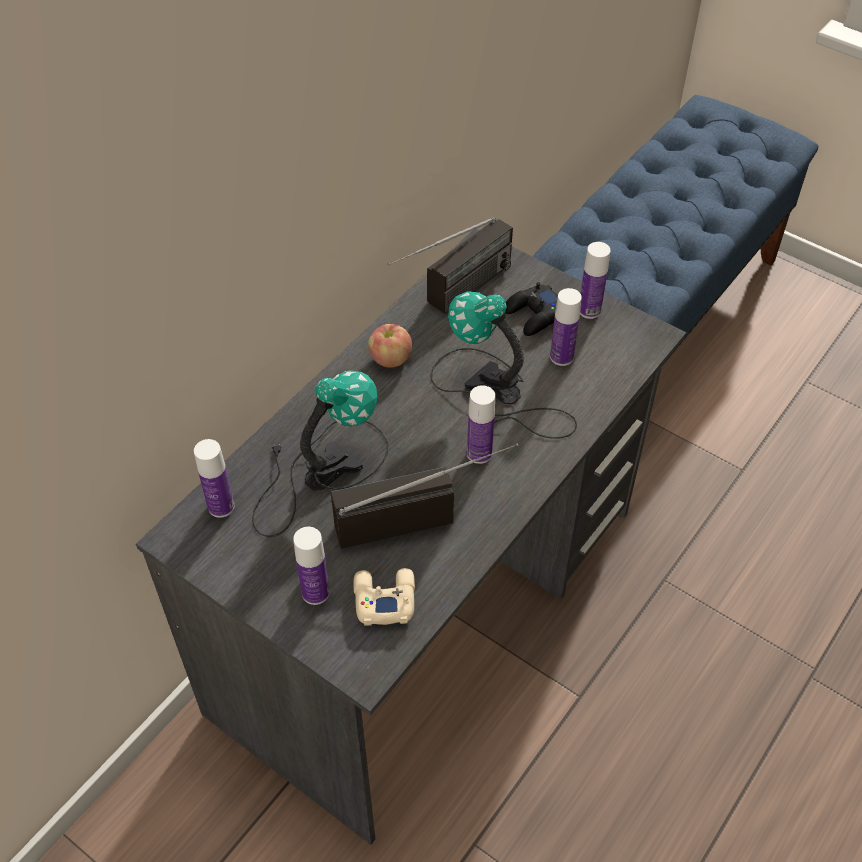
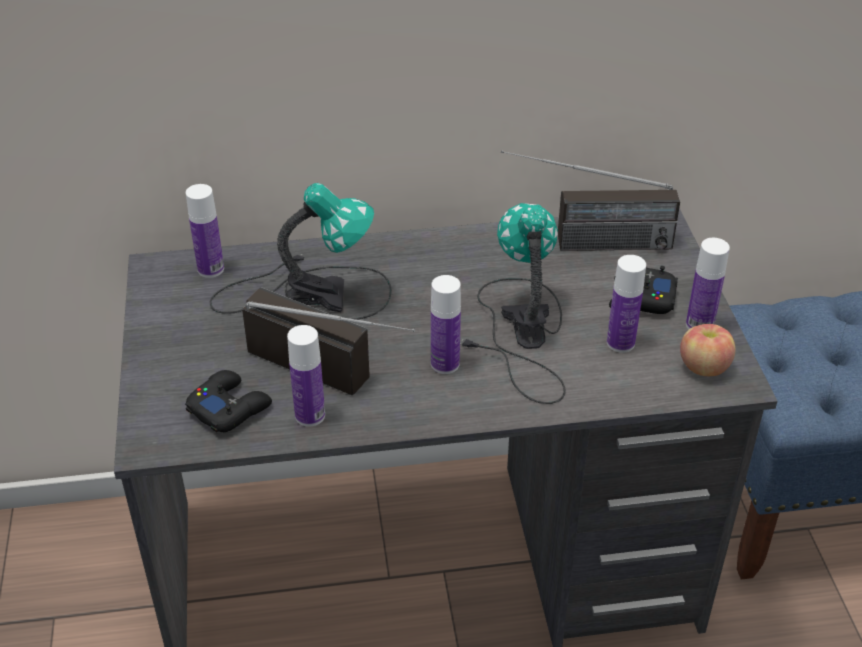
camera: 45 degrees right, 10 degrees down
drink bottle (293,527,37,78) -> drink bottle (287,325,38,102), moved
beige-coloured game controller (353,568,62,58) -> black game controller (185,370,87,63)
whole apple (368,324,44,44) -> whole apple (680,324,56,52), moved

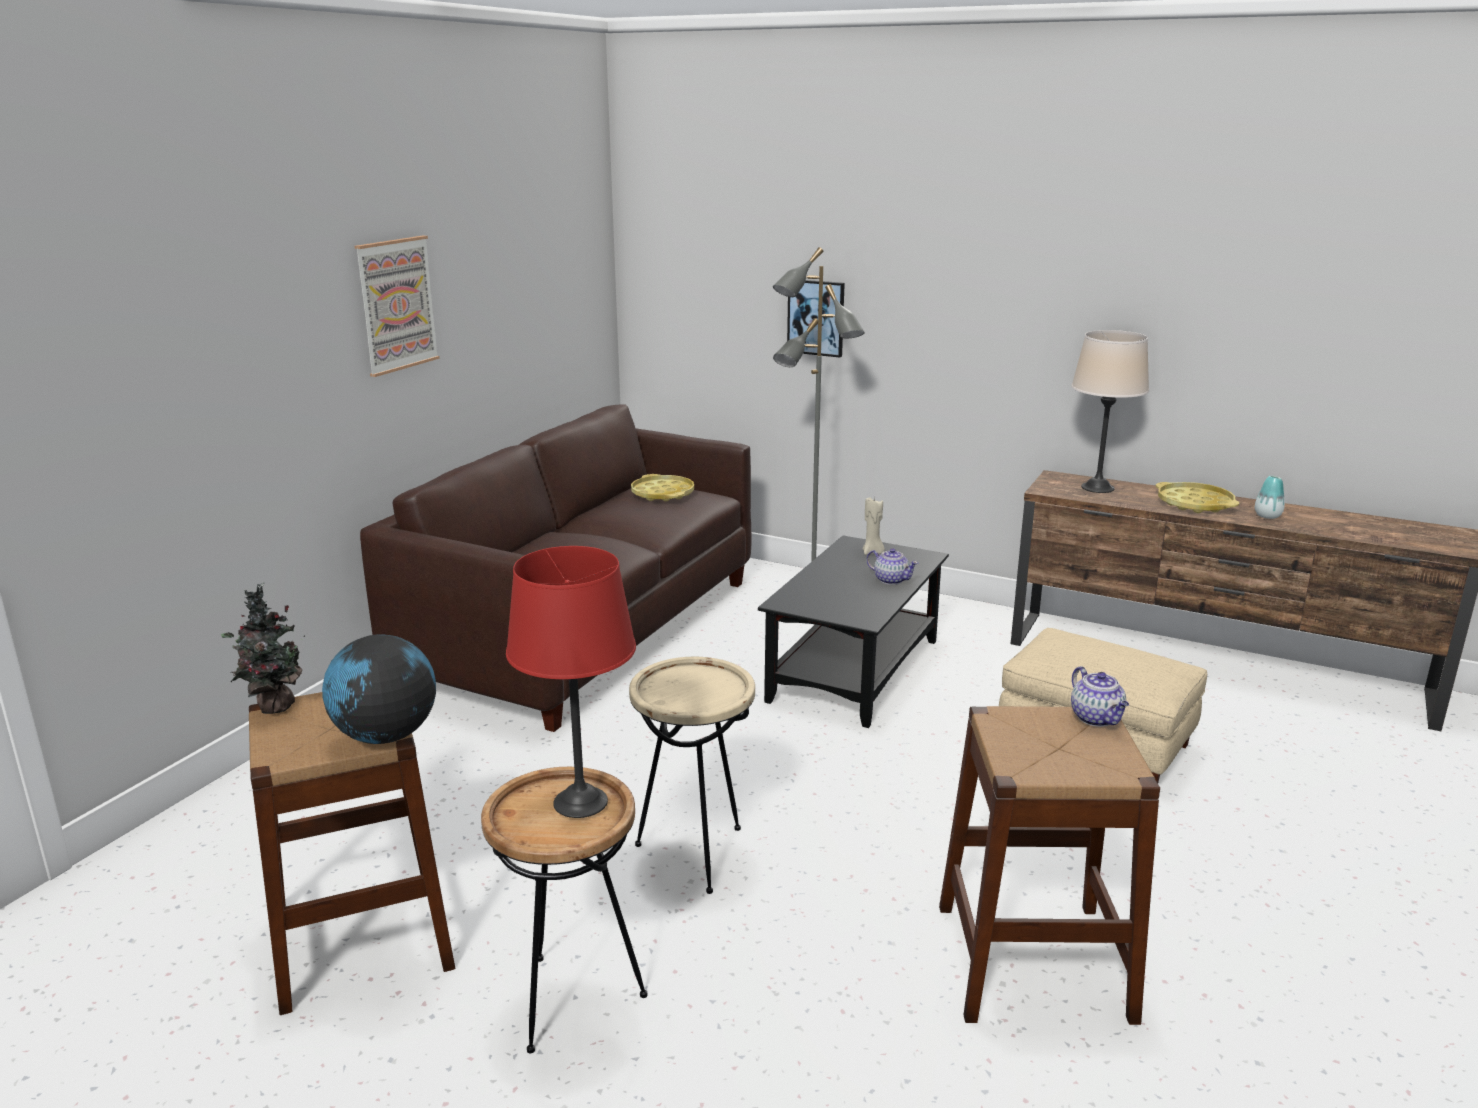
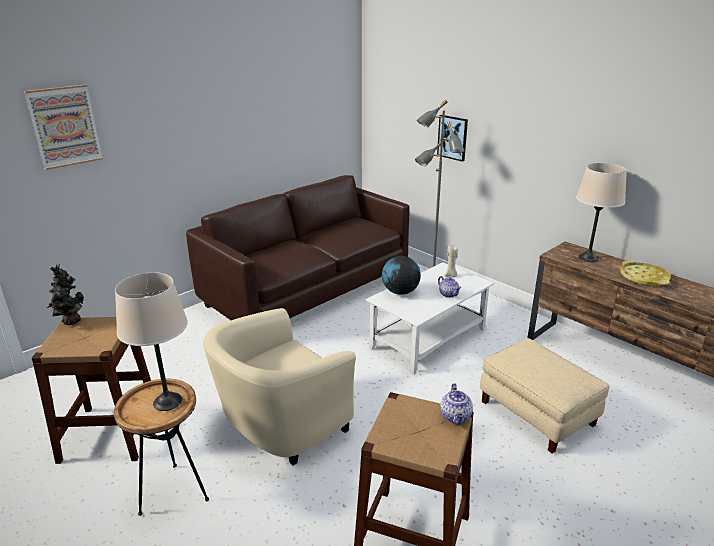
camera: 20 degrees right, 5 degrees up
world globe (322,634,114,110) -> world globe (382,256,39,39), moved
wall picture (355,235,85,142) -> wall picture (24,84,79,86), moved
reddish tabletop lamp (506,546,130,272) -> beige-coloured tabletop lamp (115,273,73,138)
beige-coloured side table (629,657,126,237) -> beige-coloured lounge chair (203,308,153,158)
yellowish serving tray (631,474,63,27) -> none
black lounge table (758,535,191,193) -> white-coloured lounge table (366,262,128,112)
flower vase (1255,476,30,43) -> none

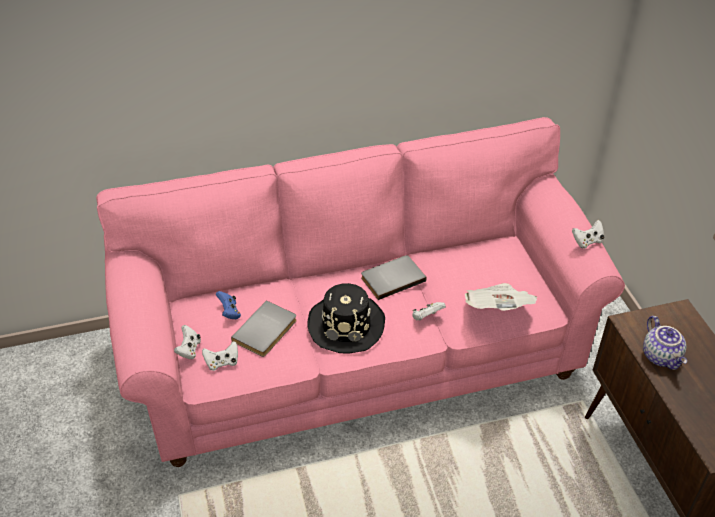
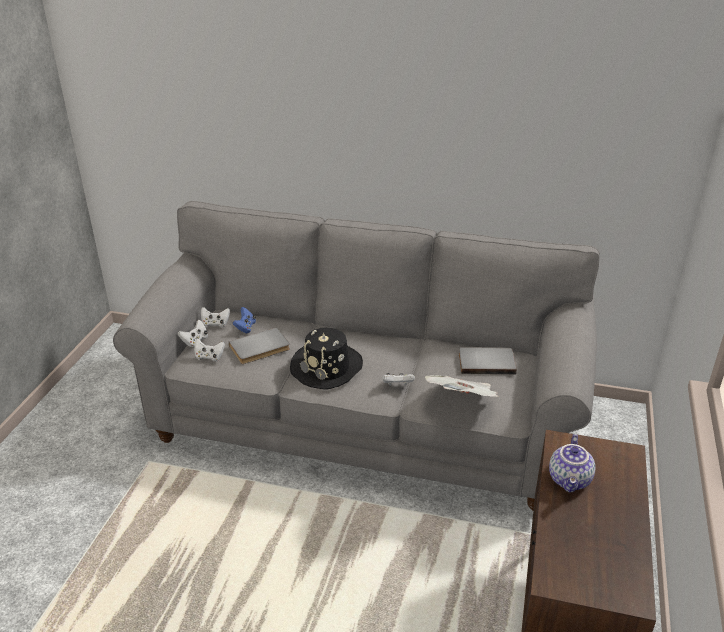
camera: 30 degrees right, 10 degrees down
pink settee (96,117,529,350) -> gray settee (113,201,487,309)
gray bound book (361,255,65,45) -> gray bound book (459,347,58,27), moved
white-coloured game controller (572,220,32,29) -> white-coloured game controller (201,307,29,20), moved

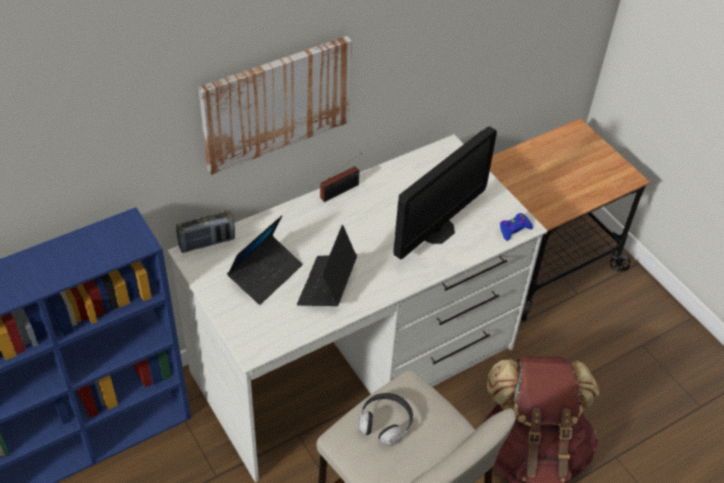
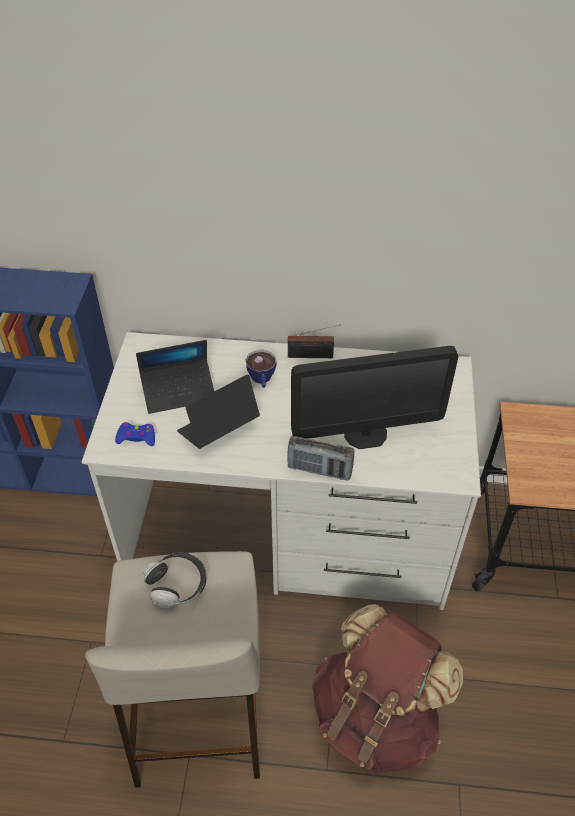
camera: 40 degrees right, 0 degrees up
radio (176,211,59,42) -> radio (287,436,68,44), moved
wall picture (198,36,154,139) -> none
blue game controller (500,213,33,28) -> blue game controller (115,422,40,24), moved
none -> small cup (245,350,32,38)

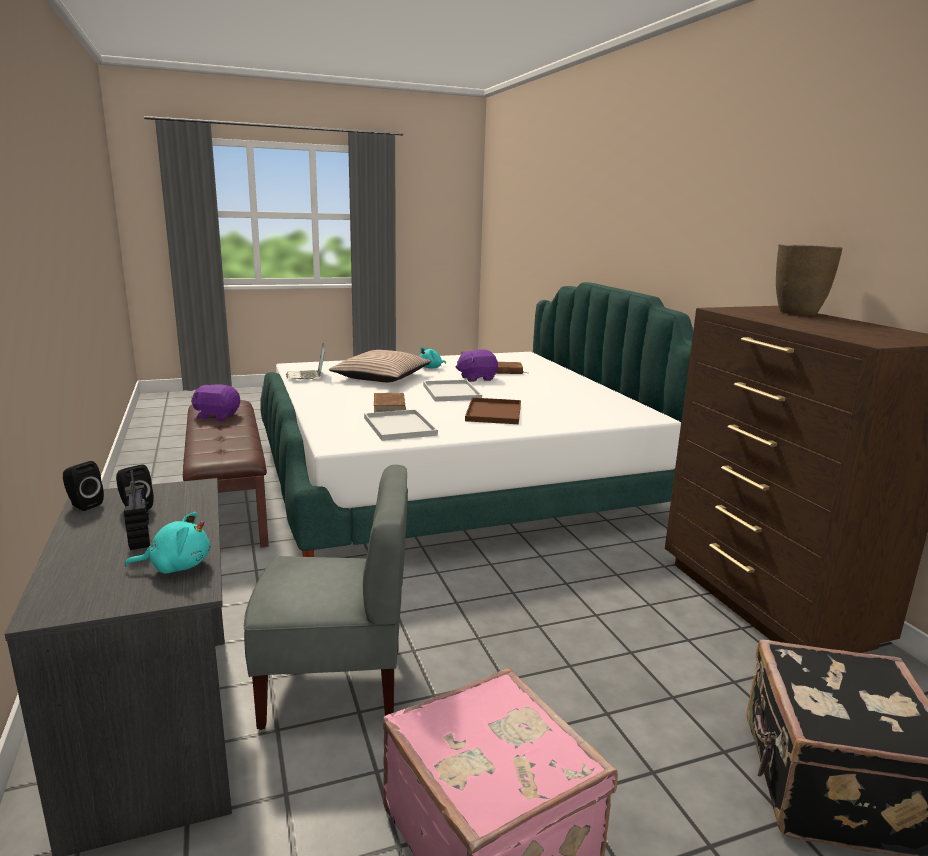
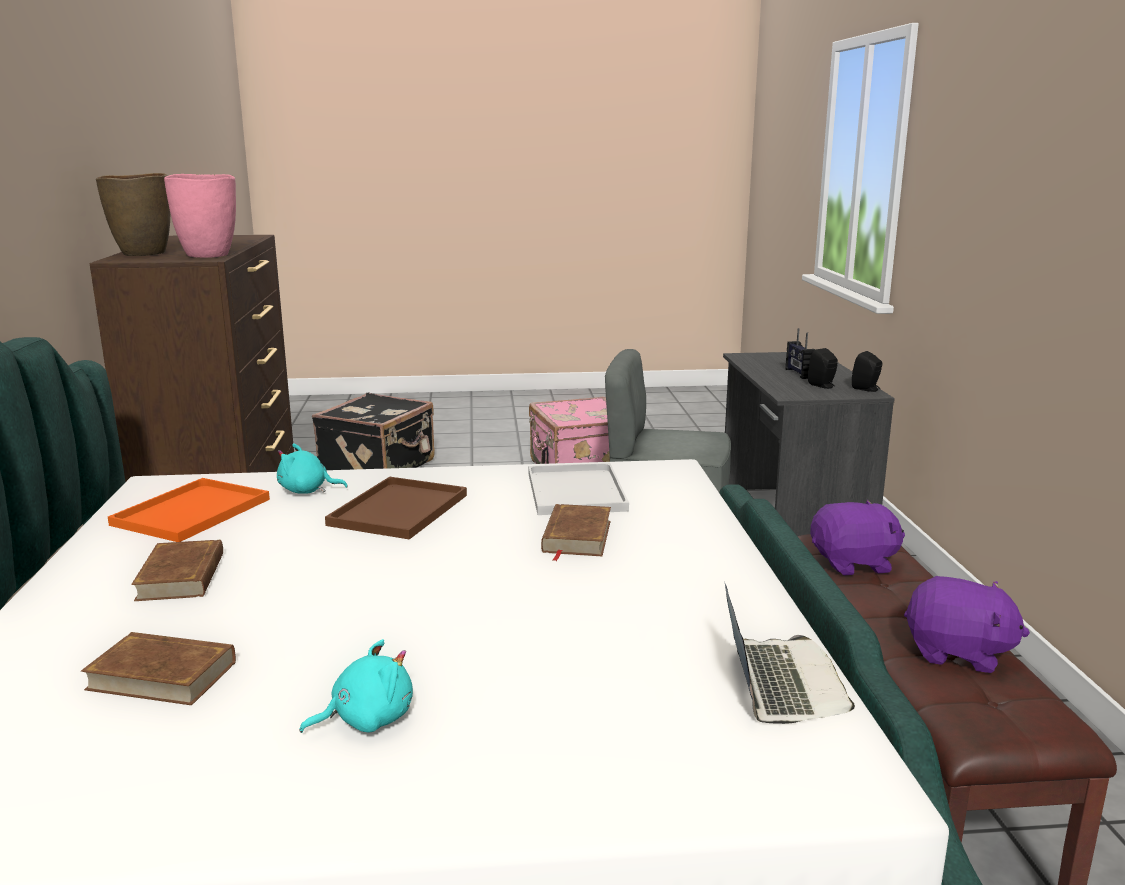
camera: 165 degrees left, 0 degrees up
turquoise-coloured soft toy (124,512,86,62) -> turquoise-coloured soft toy (277,443,71,51), moved
cushion (329,350,102,32) -> none
white-coloured serving tray (423,380,59,22) -> none
purplish soft toy (456,349,42,33) -> purplish soft toy (810,500,95,75), moved
none -> orangey serving tray (108,478,162,64)
none -> brown bound book (131,539,92,62)
none -> pink flower vase (164,174,72,84)

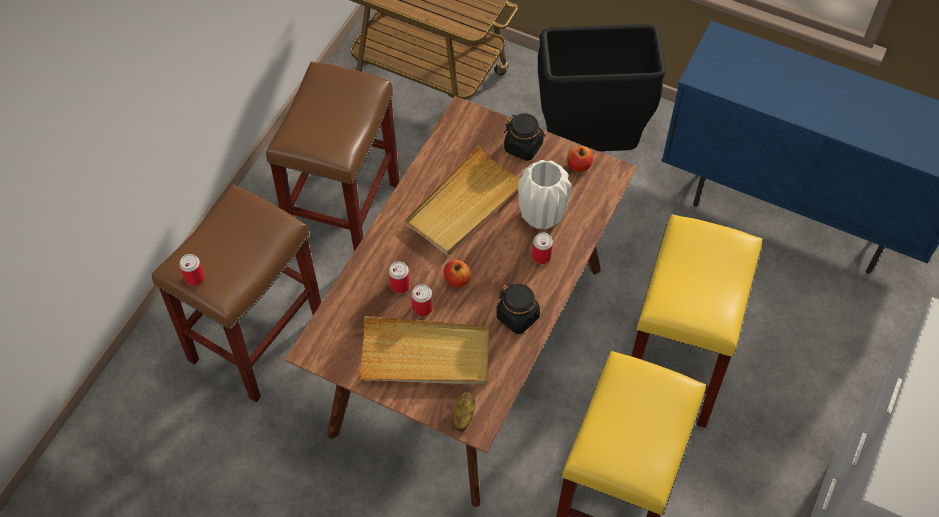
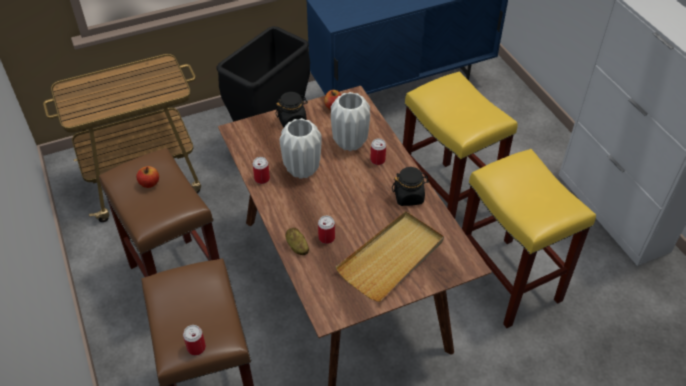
camera: 50 degrees left, 10 degrees down
beige-coloured serving tray (405,145,115,110) -> white-coloured flower vase (279,118,43,61)
can (412,284,21,32) -> can (253,157,17,27), moved
whole apple (444,260,27,27) -> whole apple (136,166,23,22), moved
spud (453,392,22,40) -> spud (286,228,23,27), moved

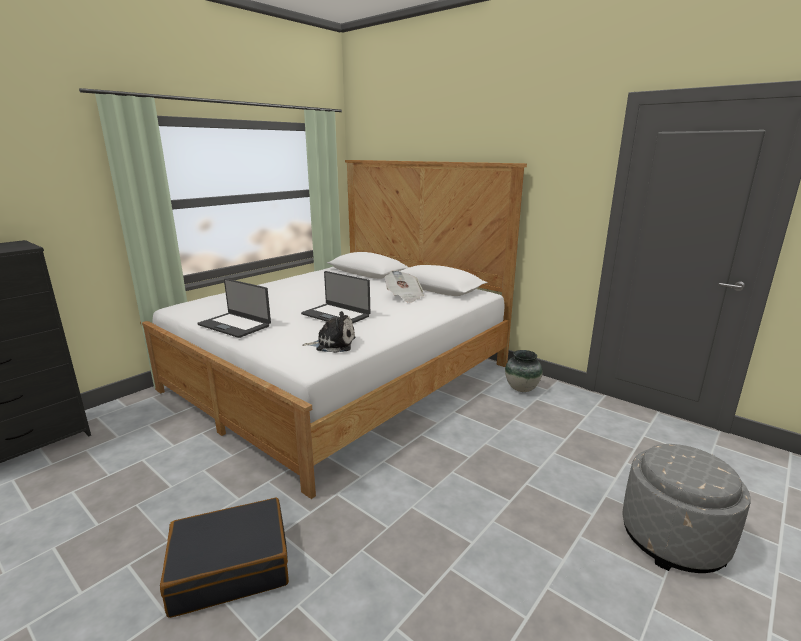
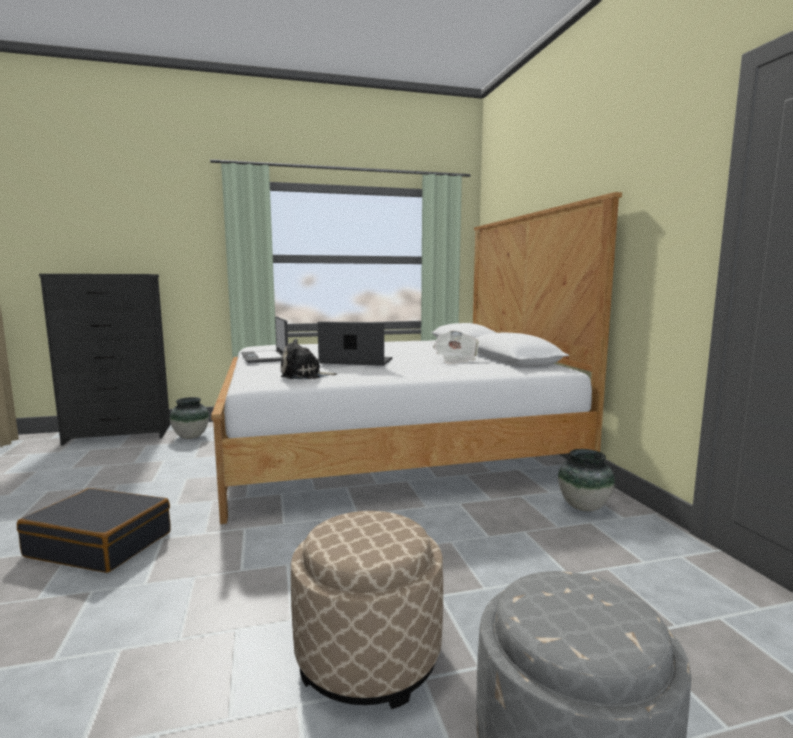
camera: 35 degrees right, 10 degrees down
portable computer (301,271,69,52) -> portable computer (318,321,74,45), 120 degrees clockwise
soft toy (303,311,52,42) -> soft toy (281,339,56,40), 135 degrees clockwise
none -> flower vase (170,397,39,42)
none -> beige-coloured footrest (291,511,152,198)

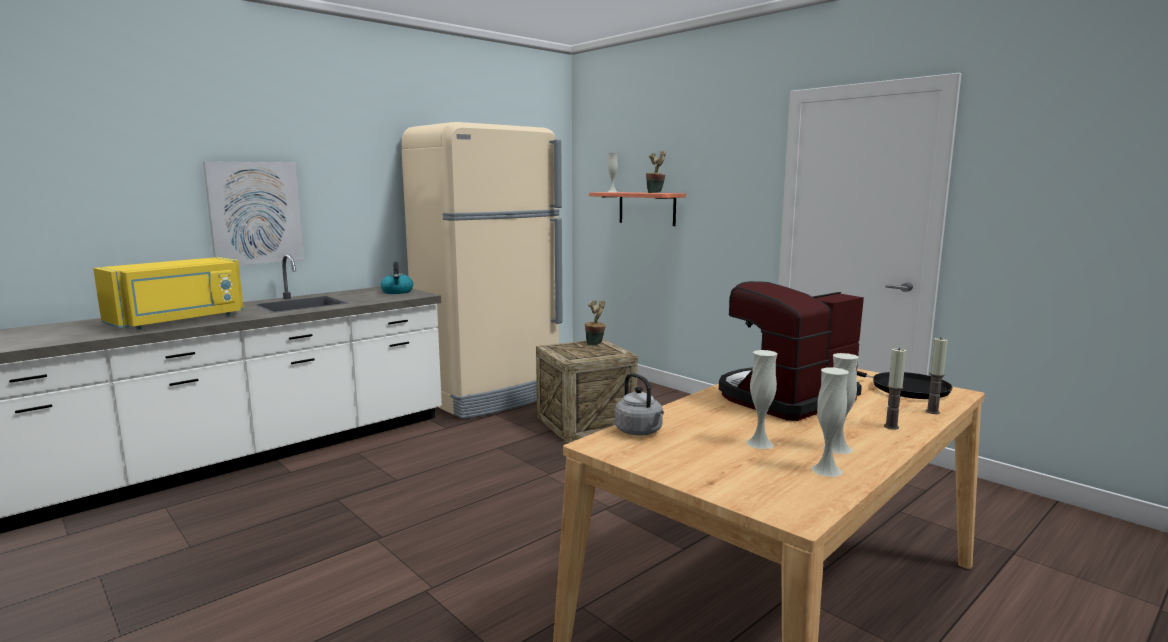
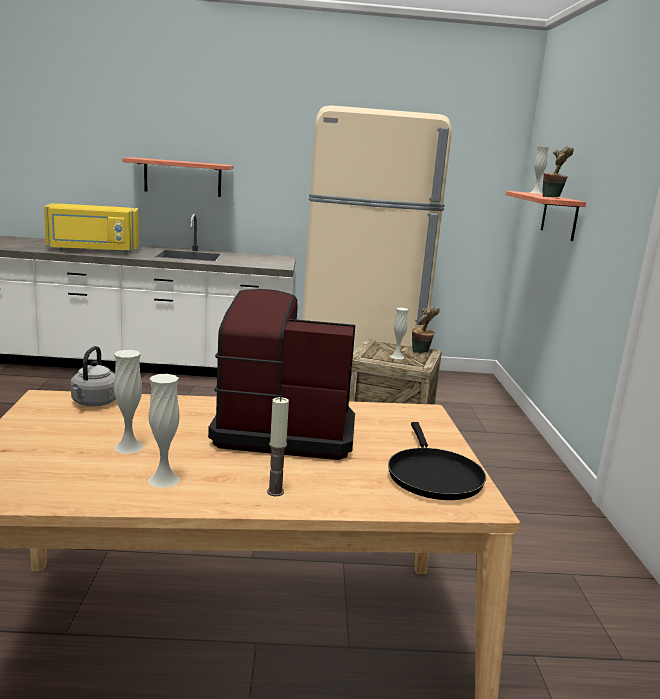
camera: 40 degrees right, 5 degrees up
wall picture (203,161,101,104) -> wall shelf (123,157,111,40)
kettle (380,262,33,32) -> none
white-coloured flower vase (811,367,38,110) -> white-coloured flower vase (390,308,19,51), moved
wax candle (925,338,23,76) -> none

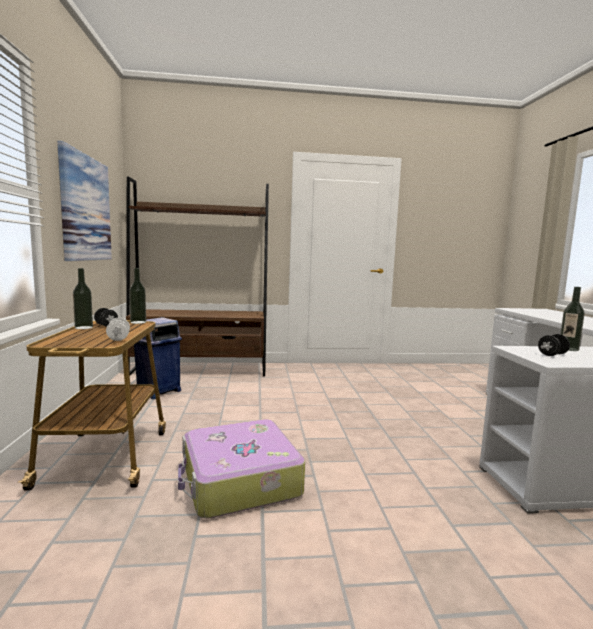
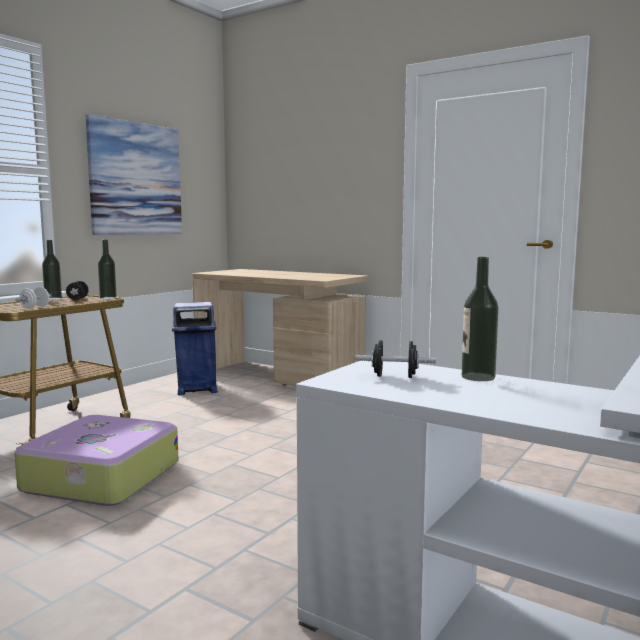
camera: 40 degrees right, 0 degrees up
brown bookcase (126,177,143,200) -> beige-coloured desk table (192,269,176,117)

